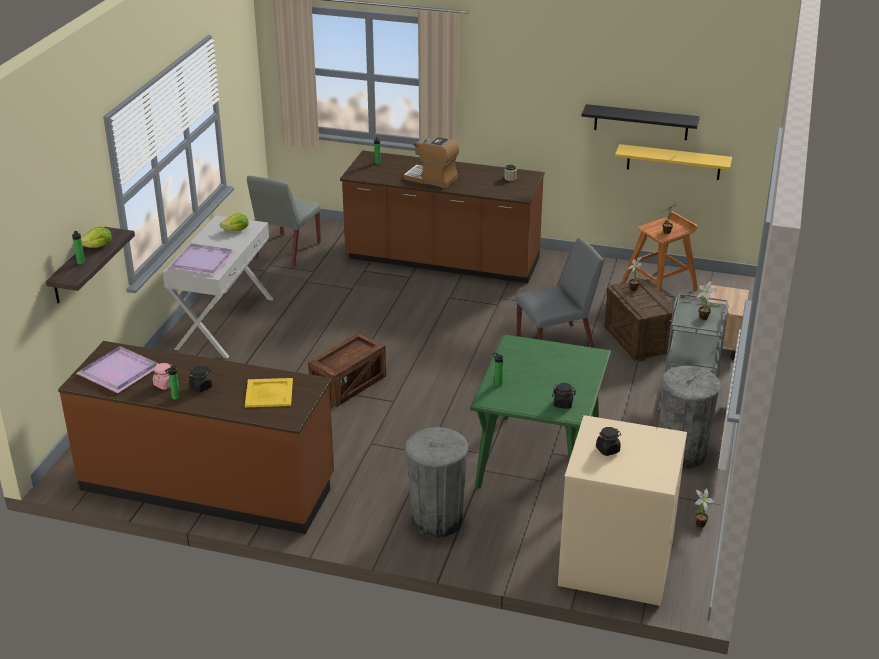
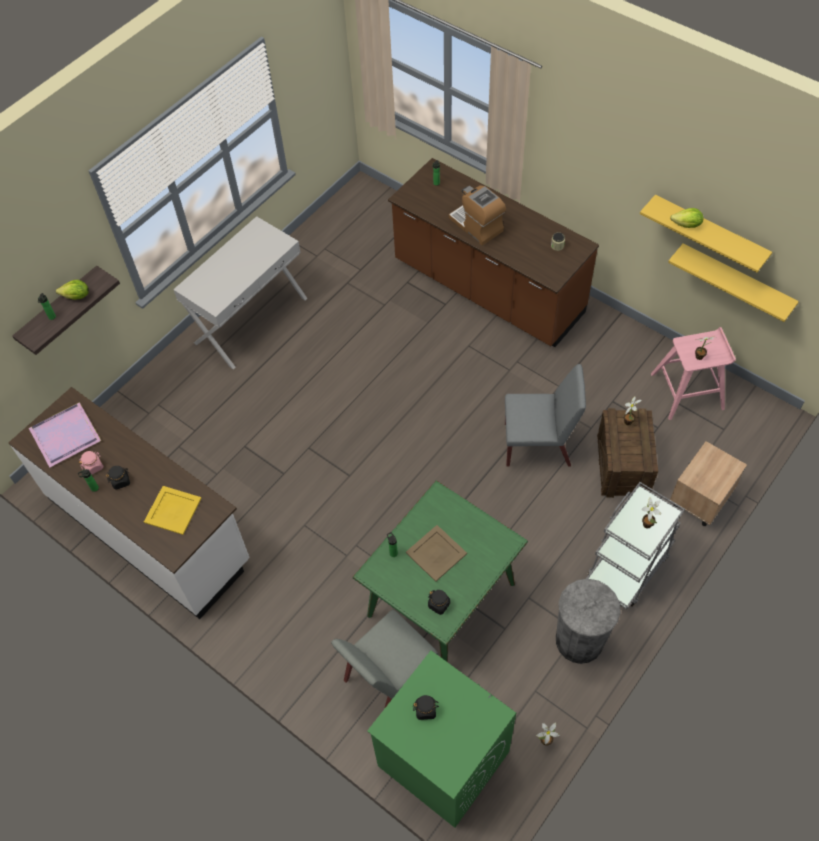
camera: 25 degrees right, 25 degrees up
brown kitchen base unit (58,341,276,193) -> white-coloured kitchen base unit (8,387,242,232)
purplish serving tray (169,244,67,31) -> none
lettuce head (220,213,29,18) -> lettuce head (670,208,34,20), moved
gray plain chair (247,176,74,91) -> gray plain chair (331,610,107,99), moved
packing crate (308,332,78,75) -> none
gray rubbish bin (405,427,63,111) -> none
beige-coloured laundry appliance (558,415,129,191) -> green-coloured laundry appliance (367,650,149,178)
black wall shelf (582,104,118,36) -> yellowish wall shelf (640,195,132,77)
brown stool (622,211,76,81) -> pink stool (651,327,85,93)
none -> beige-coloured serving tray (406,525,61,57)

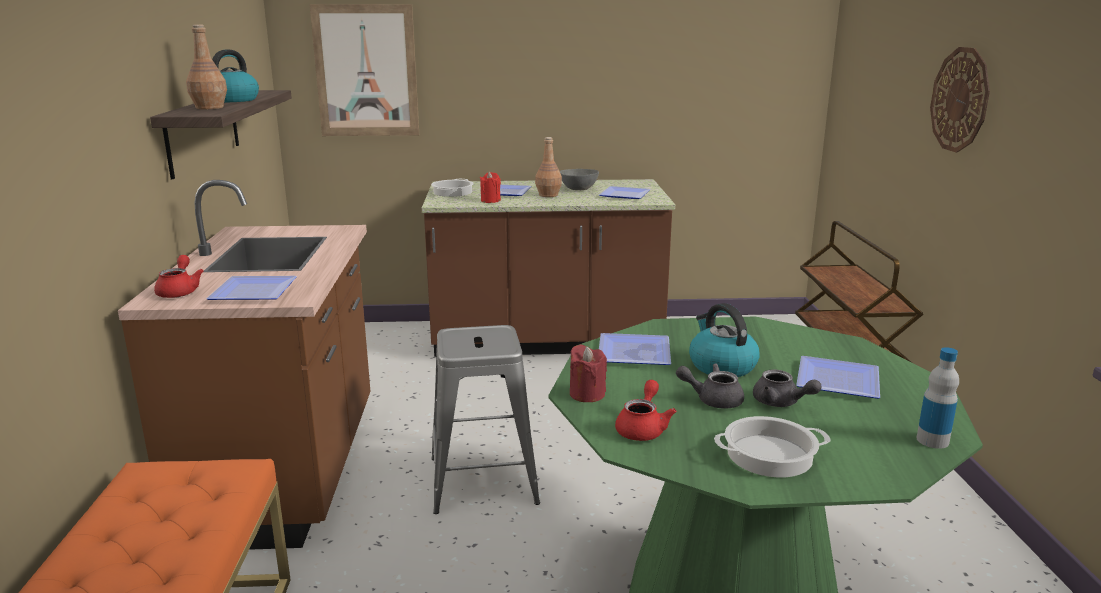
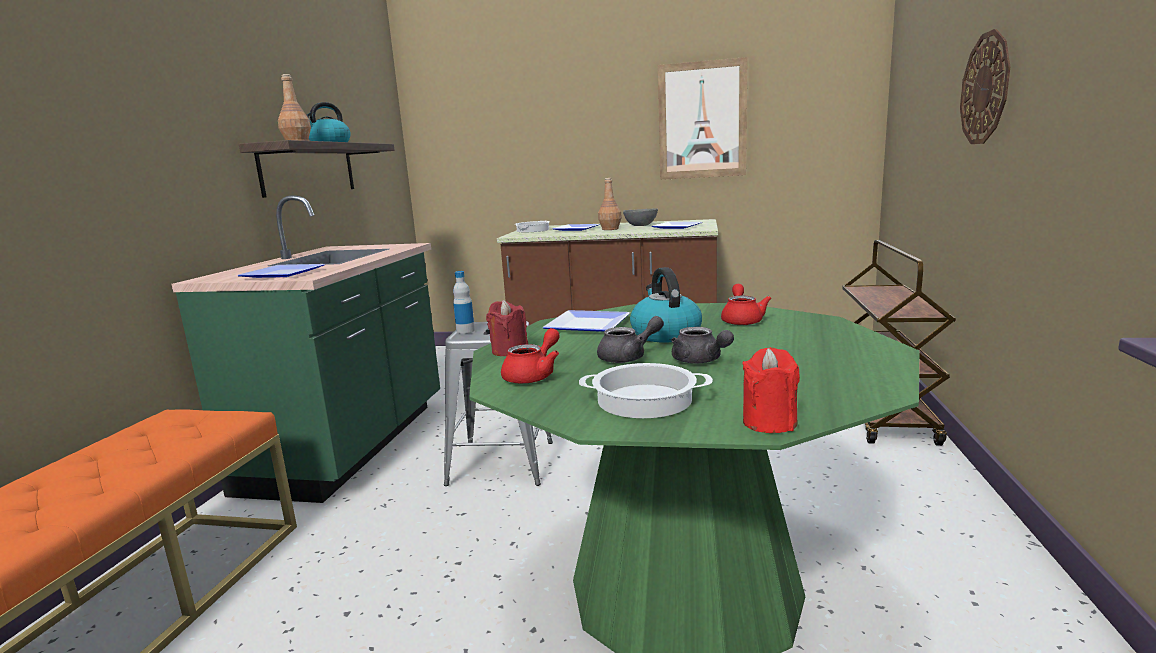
camera: 15 degrees right, 5 degrees down
brown kitchen base unit (118,180,252,370) -> green-coloured kitchen base unit (172,195,268,308)
reddish pot for tea (154,255,50,43) -> reddish pot for tea (721,284,50,41), moved
wall picture (309,4,110,132) -> wall picture (658,57,90,123), moved
reddish wax candle (480,172,21,31) -> reddish wax candle (742,347,58,86), moved
gray pot for tea (676,363,68,46) -> gray pot for tea (597,316,67,47), 135 degrees clockwise
flat dish (796,356,84,43) -> none
drink bottle (916,347,43,102) -> drink bottle (453,271,22,63), moved

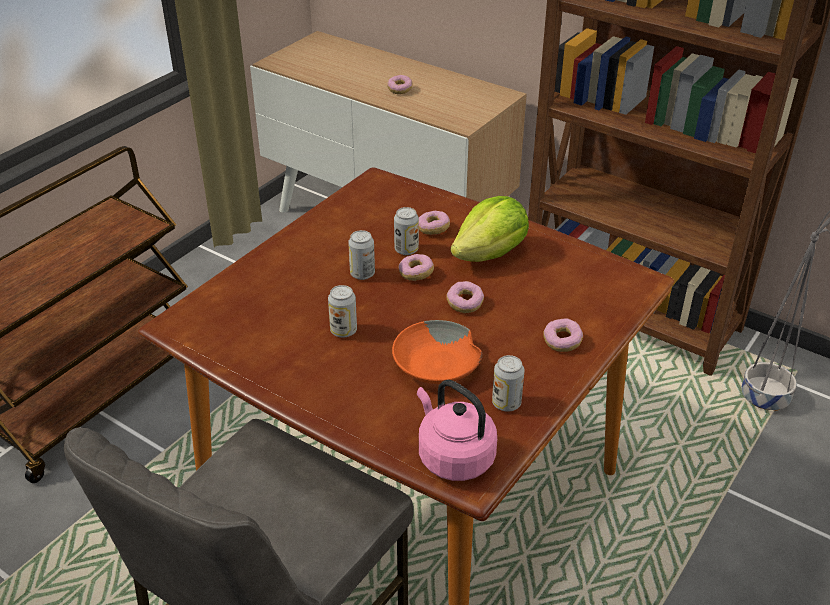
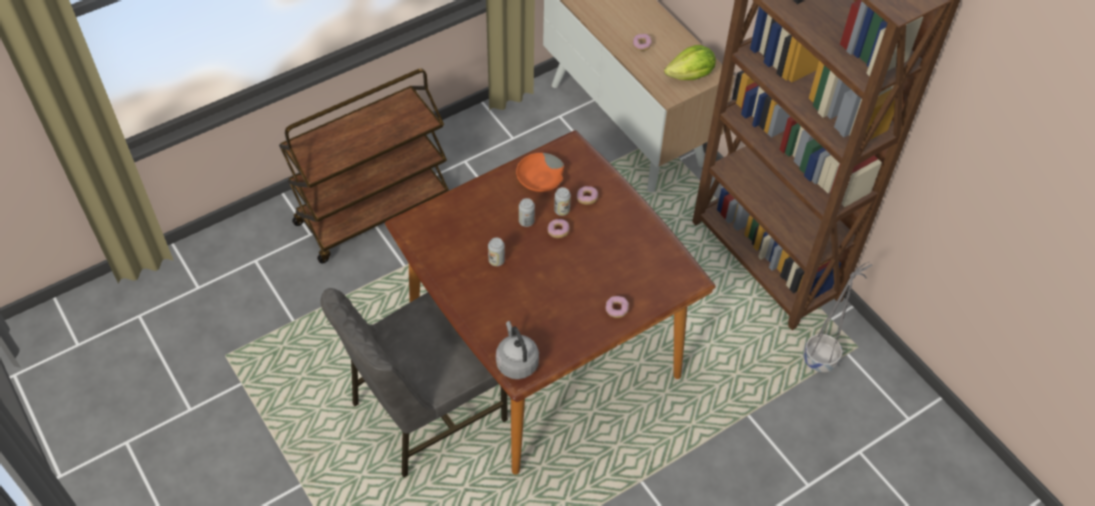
camera: 20 degrees right, 15 degrees up
orangey deep dish (392,320,91,64) -> orangey deep dish (516,153,48,39), moved
pink kettle (417,380,80,101) -> gray kettle (496,321,43,58)
doughnut (447,281,37,32) -> none
lettuce head (451,196,78,66) -> lettuce head (664,45,52,35), moved
can (492,355,33,57) -> none

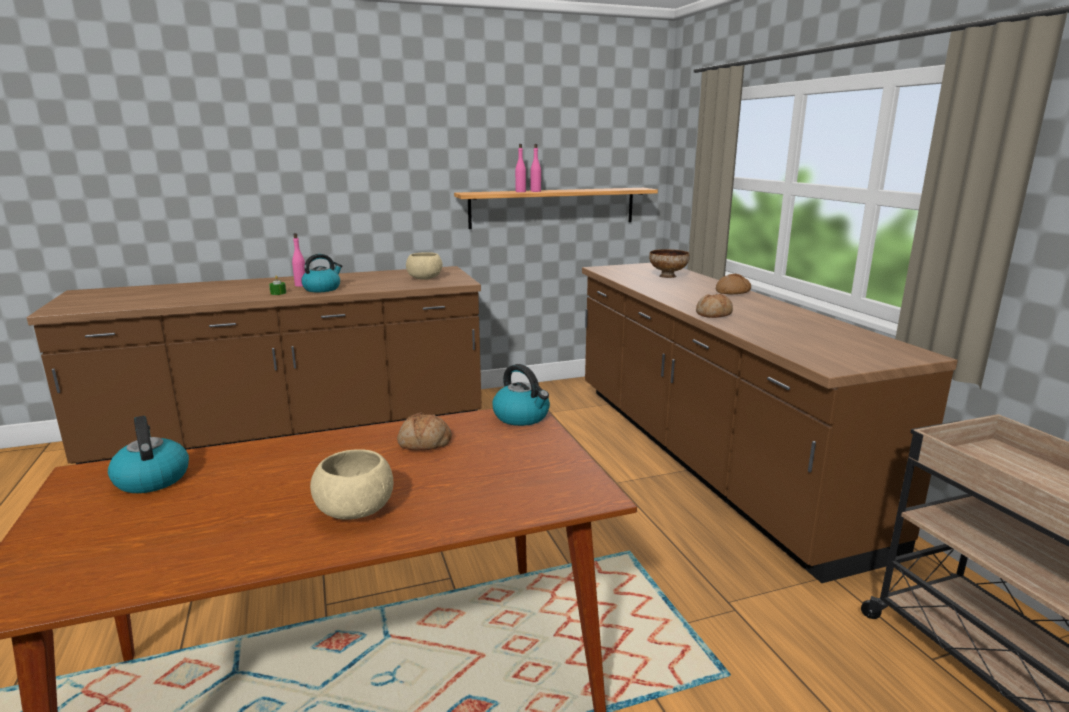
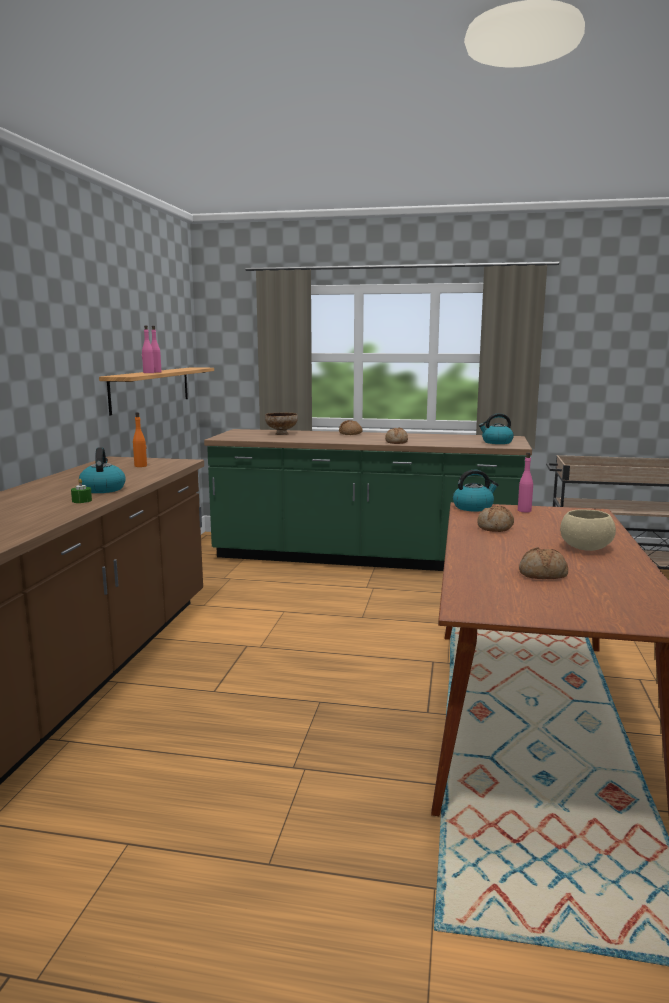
camera: 60 degrees left, 5 degrees down
kettle (108,416,81,77) -> kettle (479,413,35,31), moved
pink drink bottle (292,233,14,54) -> pink drink bottle (518,453,15,59), moved
beige-coloured deep dish (406,252,37,28) -> orangey drink bottle (133,412,14,55)
brown kitchen base unit (582,263,376,320) -> green-coloured kitchen base unit (204,429,328,142)
none -> bread (519,547,49,32)

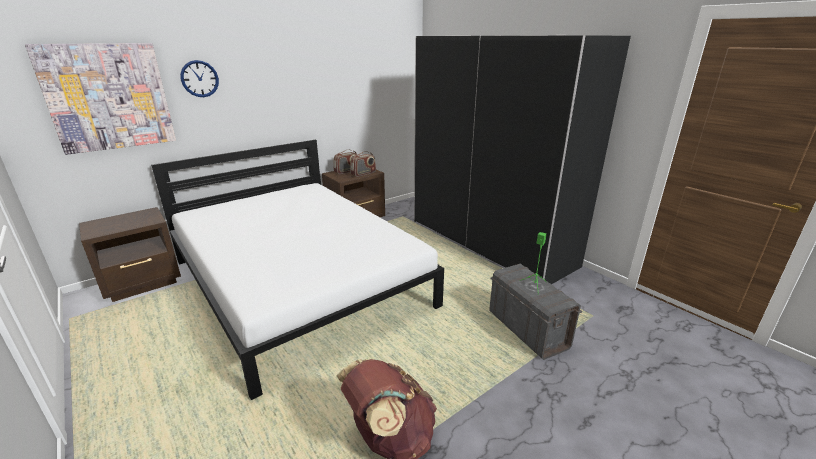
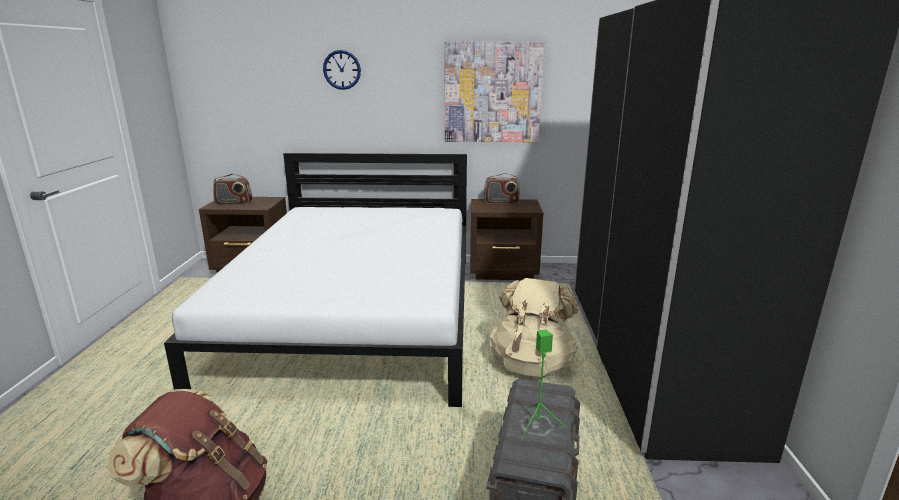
camera: 40 degrees right, 5 degrees down
wall picture (25,43,151,112) -> wall picture (444,41,100,101), moved
radio (350,151,26,26) -> radio (213,174,39,31), moved
none -> beige-coloured rucksack (490,278,89,99)

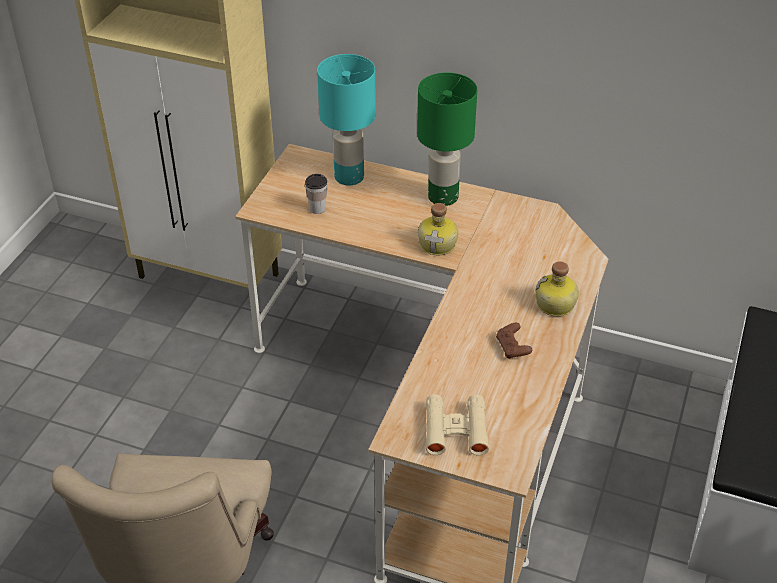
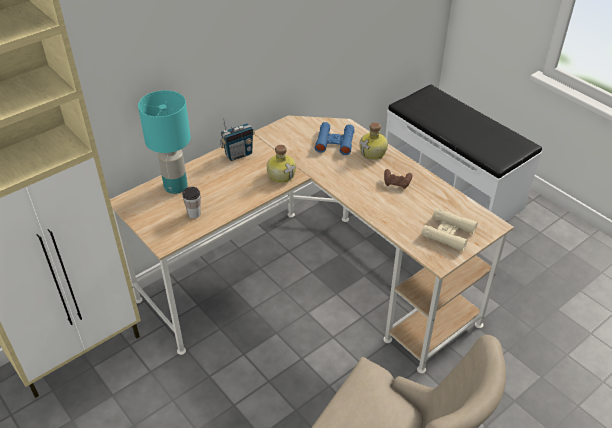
camera: 60 degrees left, 0 degrees up
green-coloured tabletop lamp (417,72,60,134) -> radio (220,117,35,44)
none -> blue field glasses (315,122,39,33)

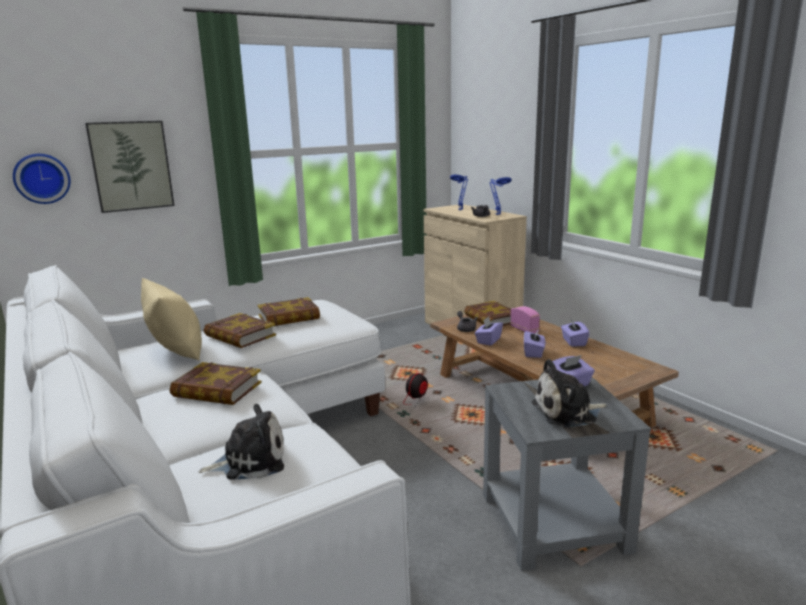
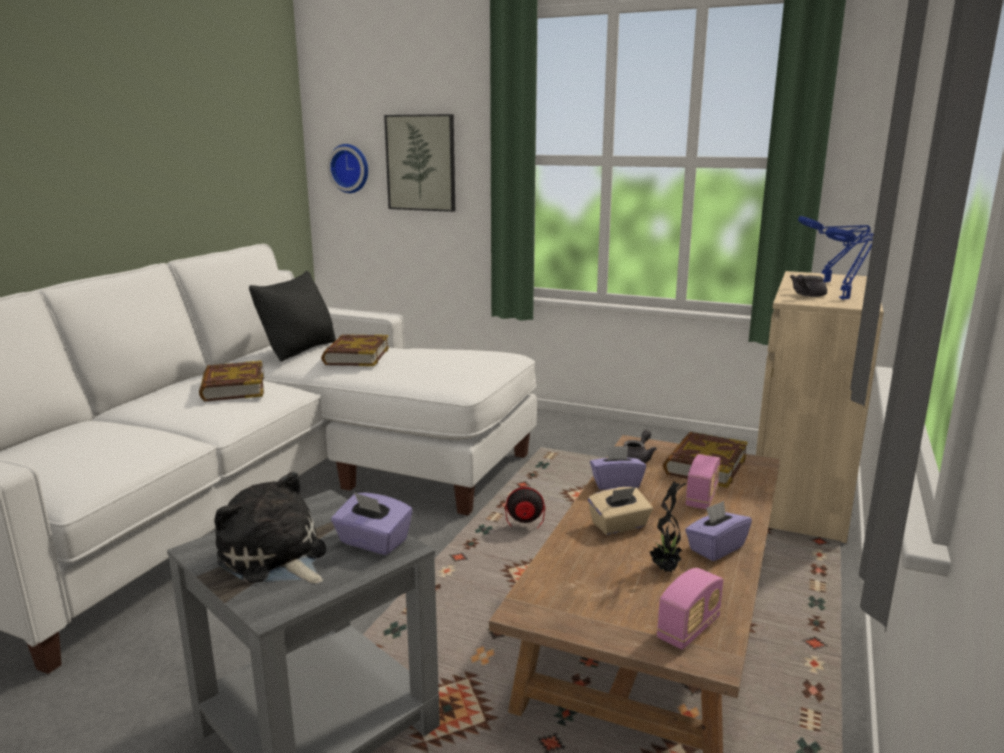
camera: 55 degrees right, 0 degrees up
beige-coloured cushion (141,278,61,83) -> black cushion (249,271,87,91)
soft toy (199,404,85,76) -> none
bound book (258,297,62,29) -> none
purplish box of tissues (524,328,21,30) -> beige-coloured box of tissues (588,487,65,48)
none -> houseplant (650,481,36,92)
none -> radio (657,568,66,82)

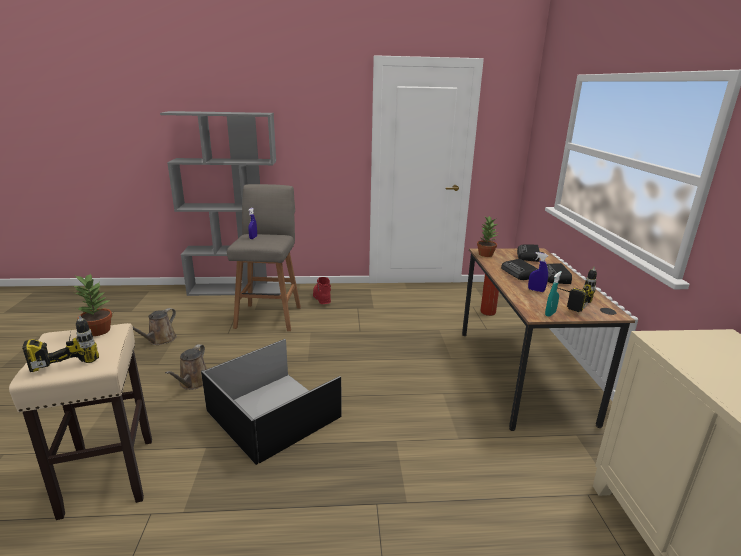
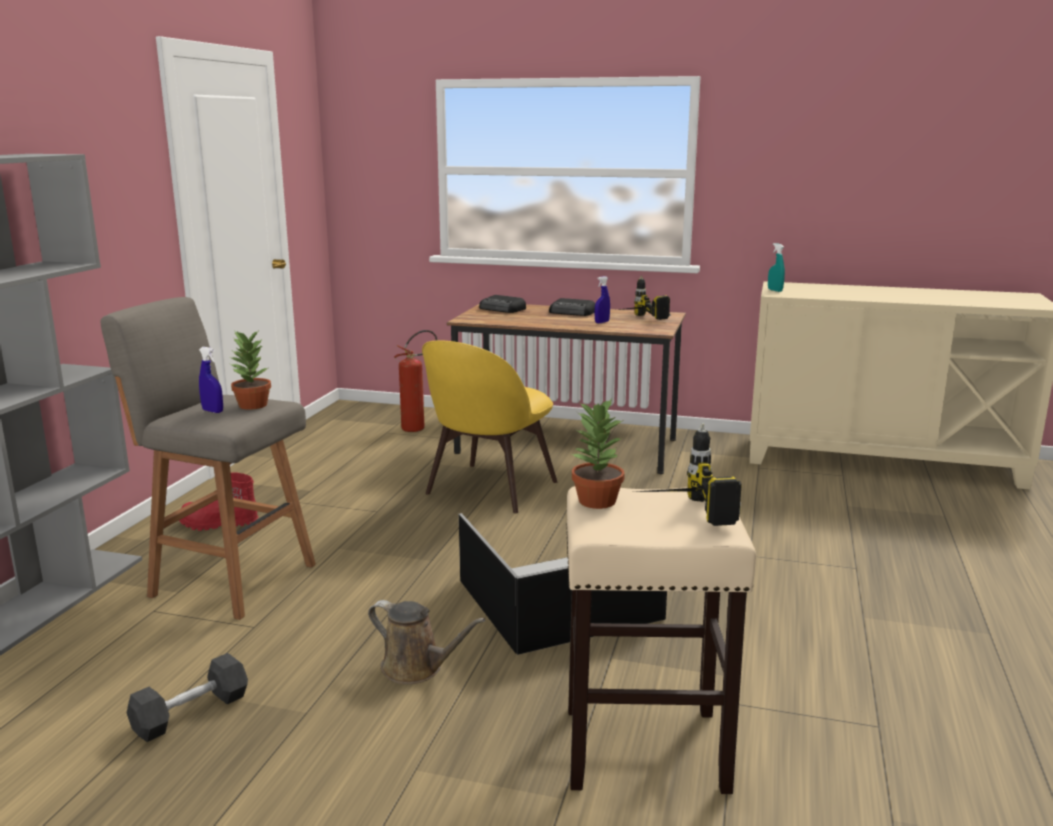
camera: 70 degrees left, 5 degrees down
brown watering can (133,308,44,37) -> black hand weight (127,653,121,89)
houseplant (477,216,21,41) -> houseplant (230,330,41,80), moved
radio (501,259,37,21) -> none
turquoise-coloured sprayer (545,271,17,46) -> turquoise-coloured sprayer (768,243,17,49), moved
none -> yellowish plain chair (422,340,135,173)

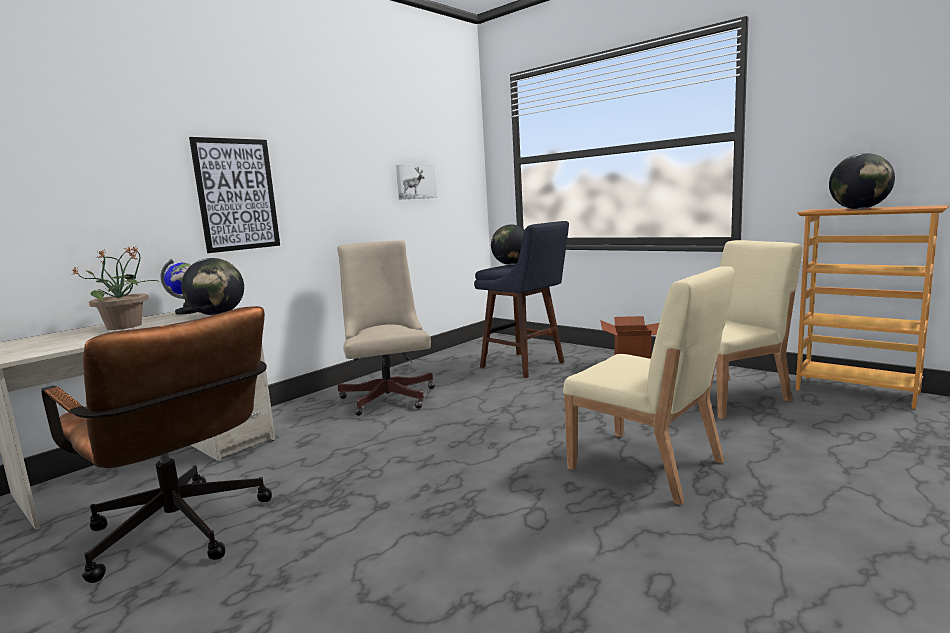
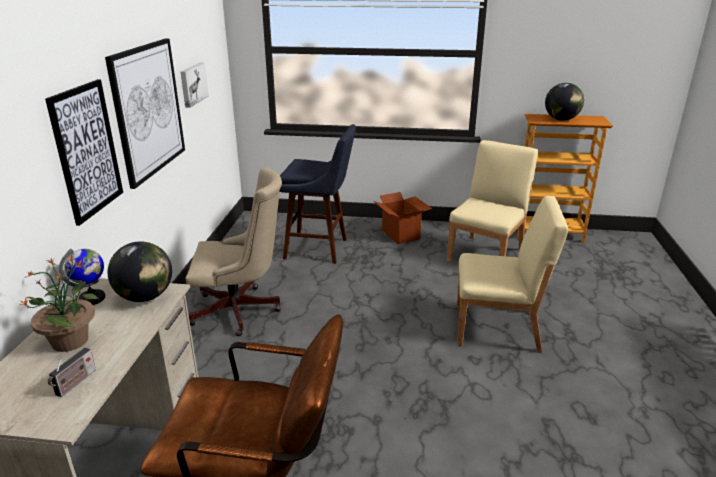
camera: 35 degrees left, 15 degrees up
beige-coloured office chair (337,240,98,176) -> beige-coloured office chair (186,167,96,169), 135 degrees clockwise
world globe (491,224,34,41) -> none
none -> radio (48,348,48,49)
none -> wall picture (105,39,80,150)

